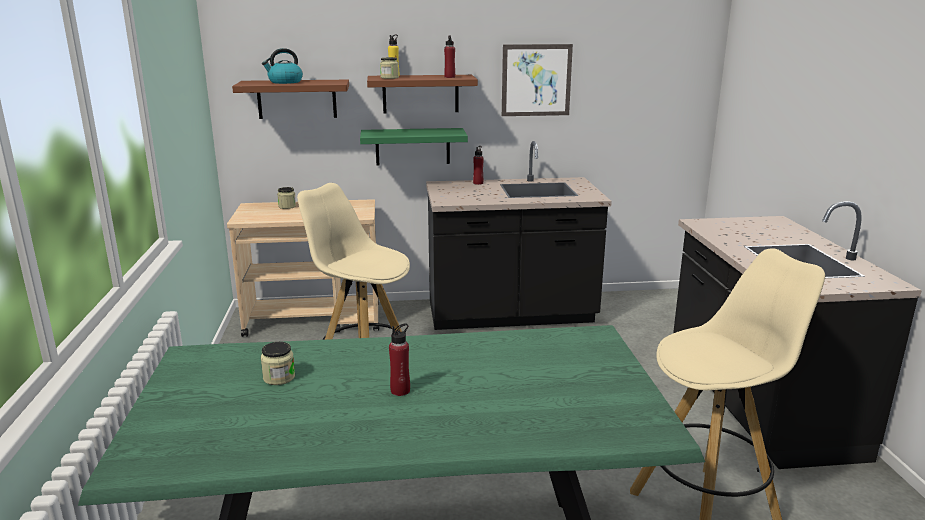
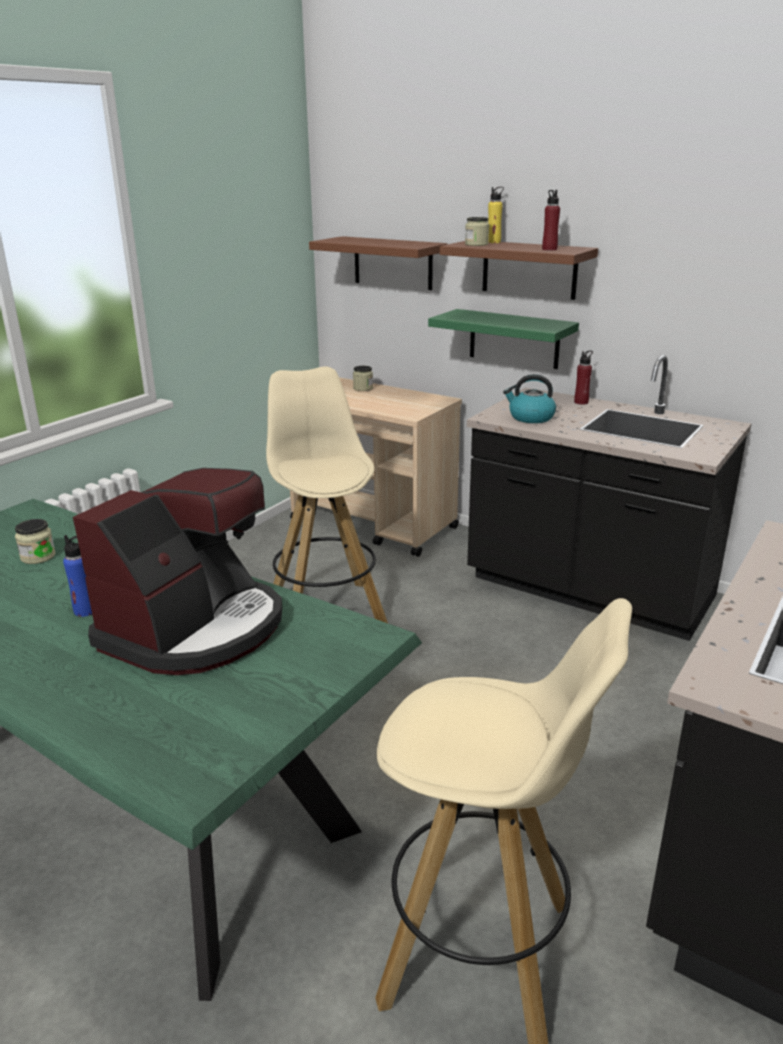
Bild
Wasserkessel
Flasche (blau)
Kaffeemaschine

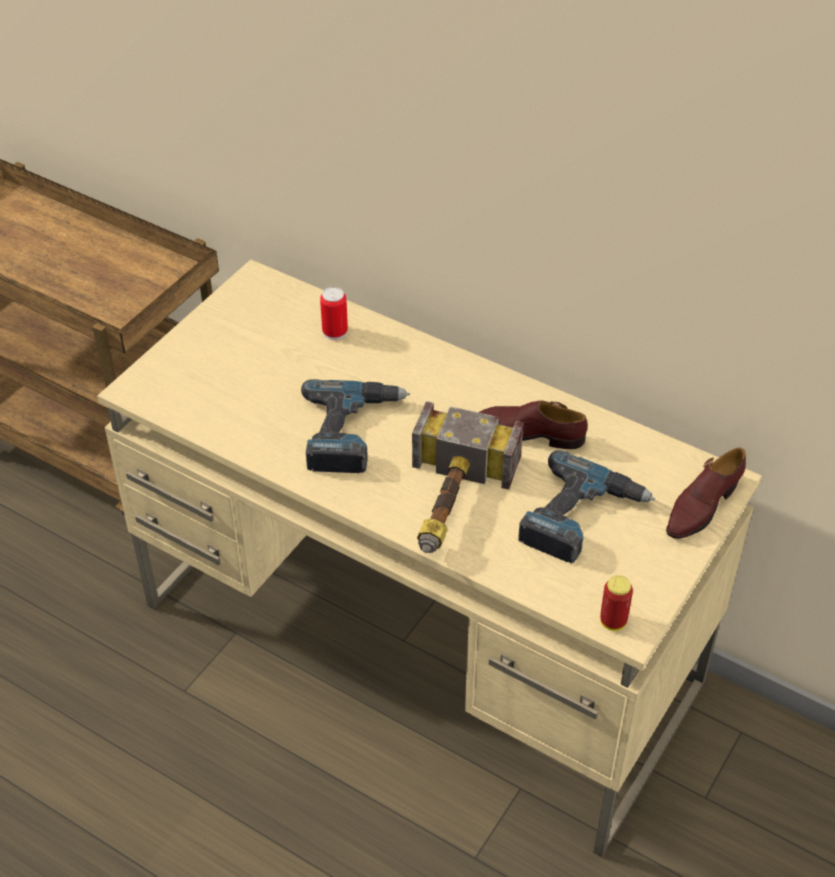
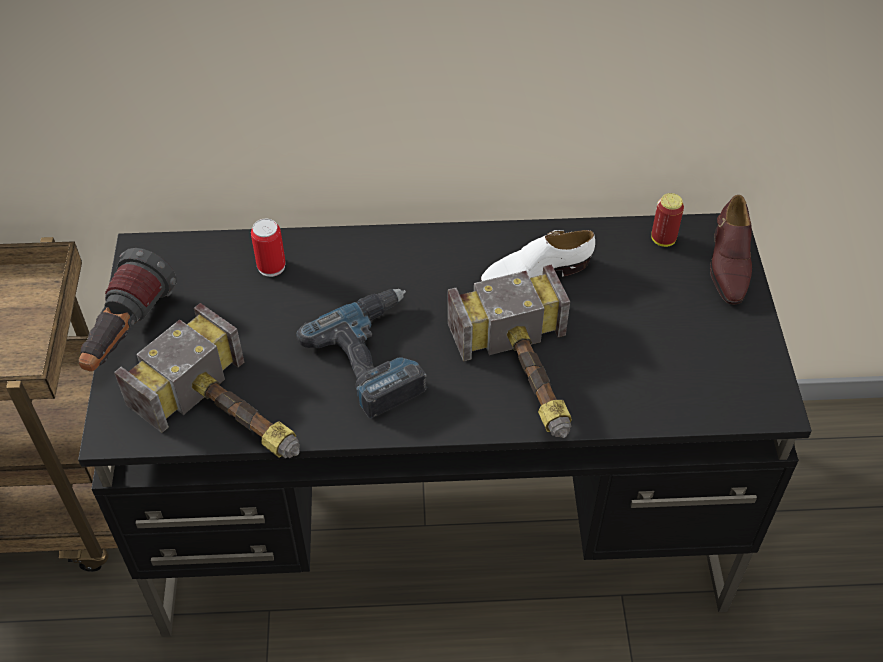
Schreibtisch (schwarz)
Schuh (weiß)
Bohrmaschine (2nd from left in the first image)
Dose (2nd from left)
Taschenlampe
Hammer (1st from left)

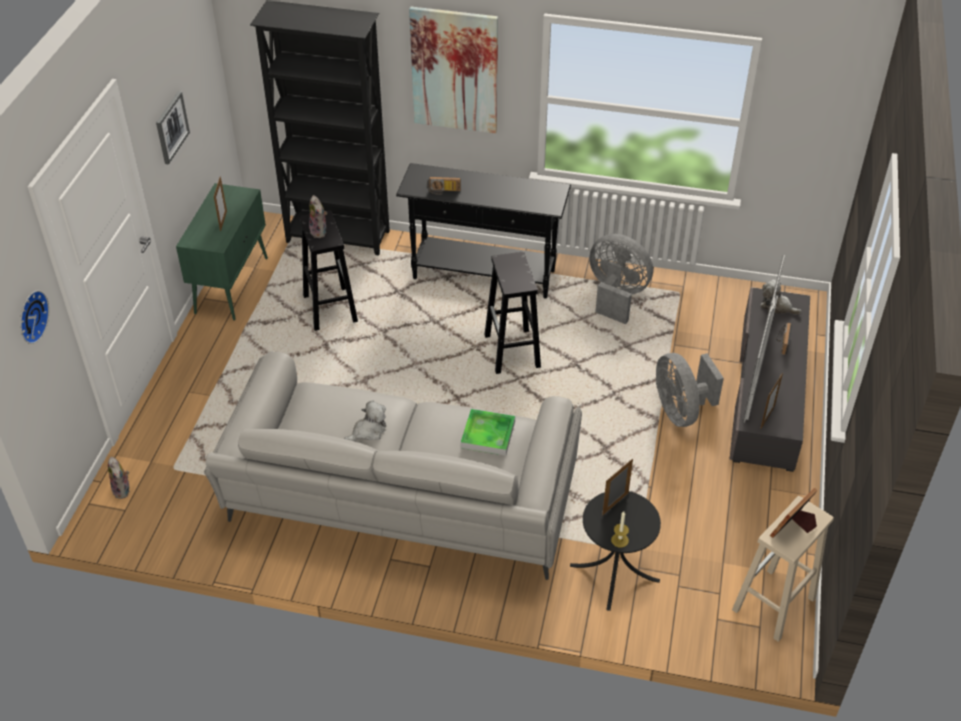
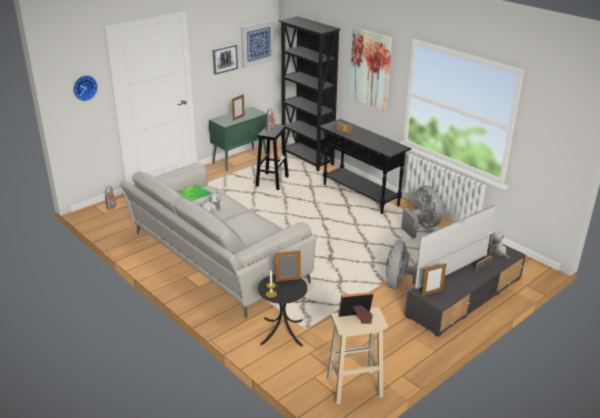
Hocker (schwarz) (2nd from left in the first image)
Tablett
Bild (2nd from left)

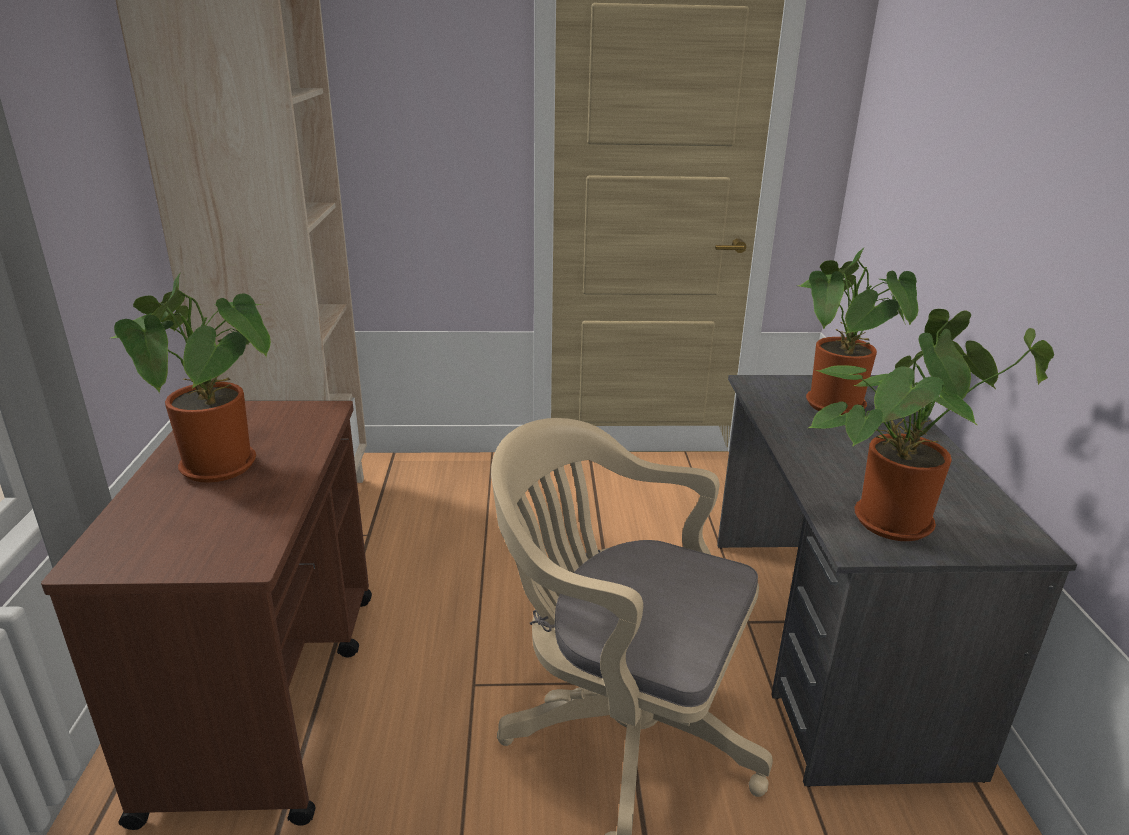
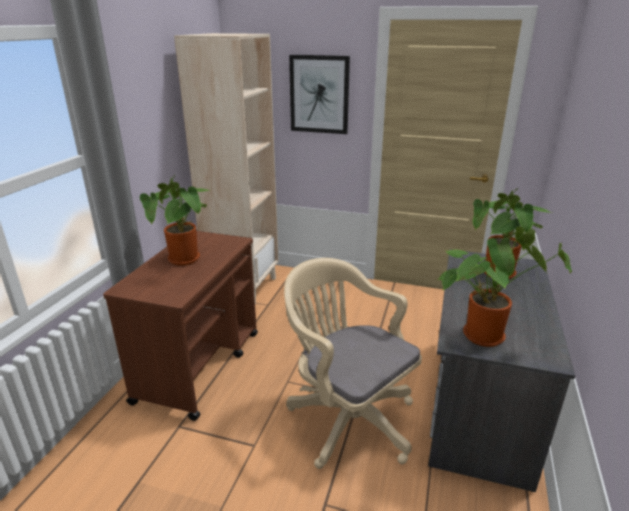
Bild

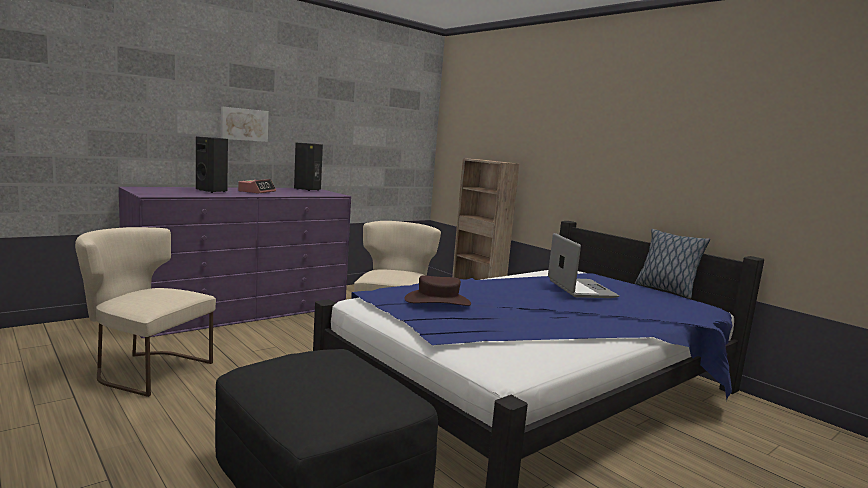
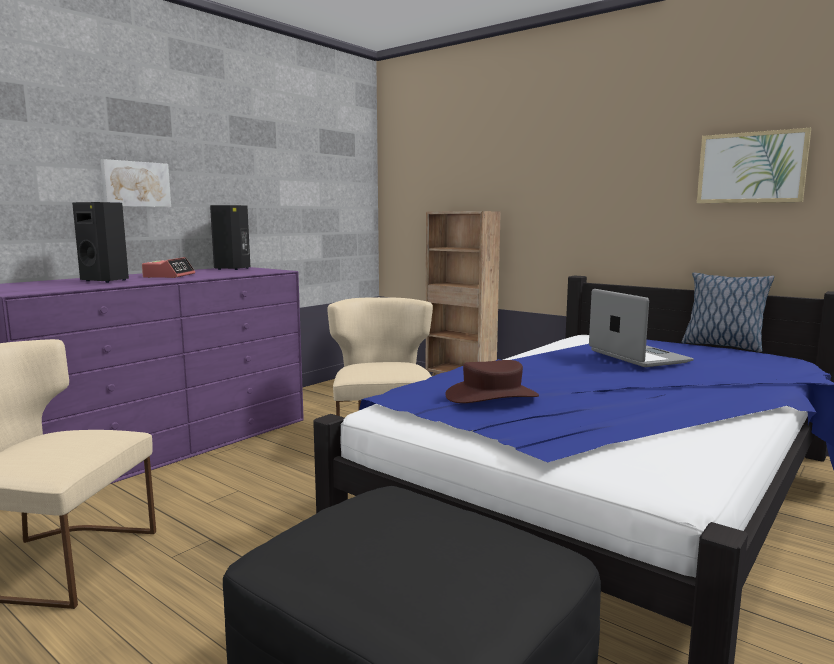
Bild (2nd from left)

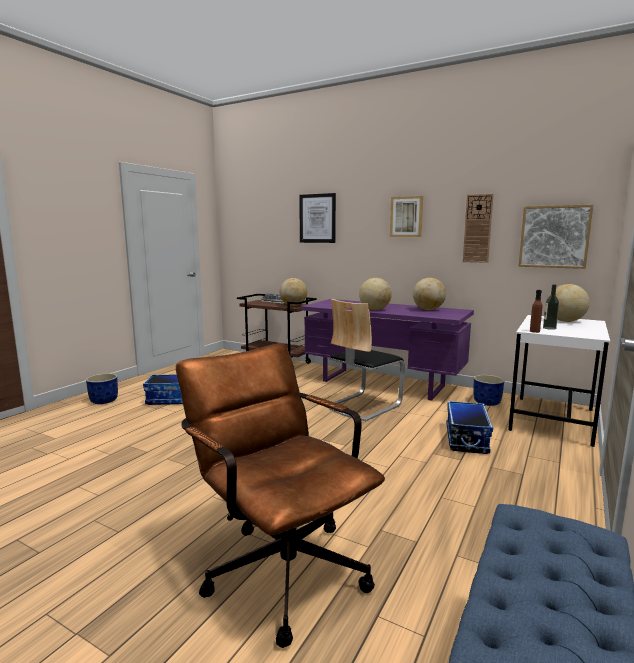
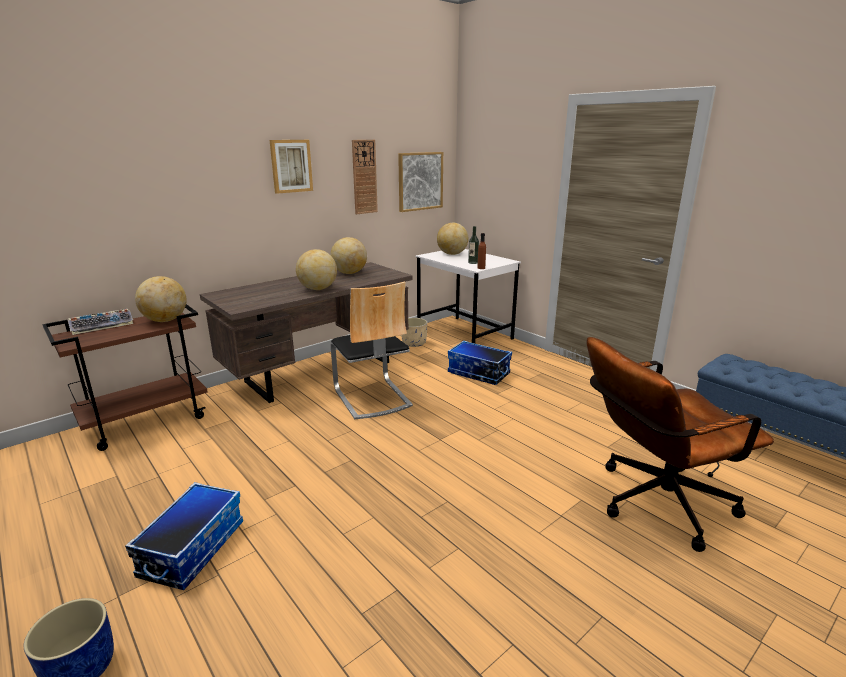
Bild (1st from left in the first image)
Schreibtisch (braun)
Pflanzkübel (beige)

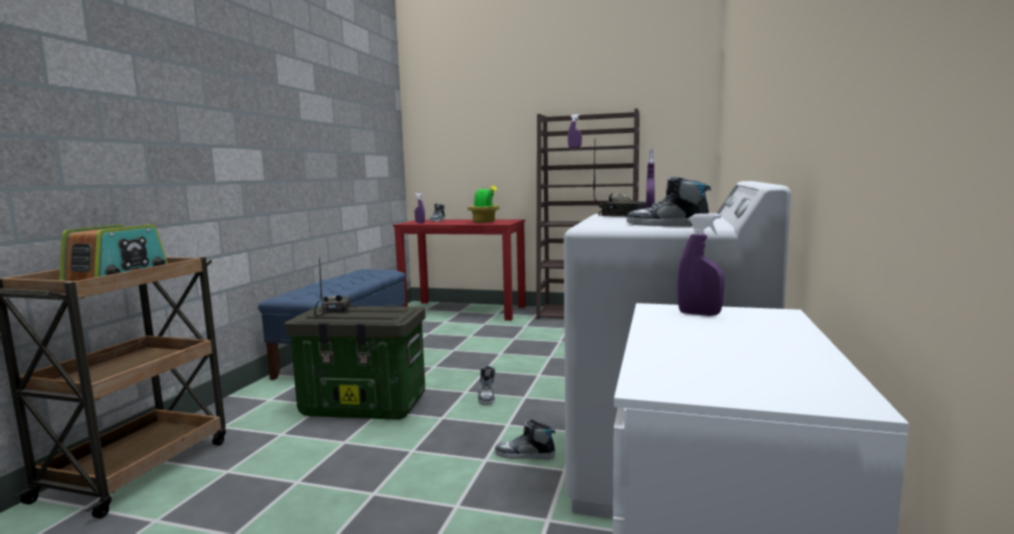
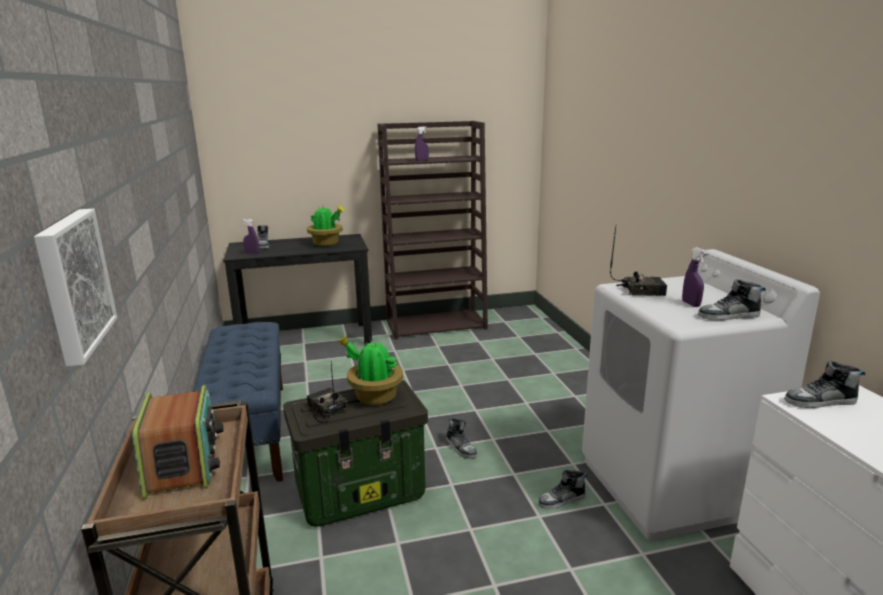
Schuh (5th from left)
Schreibtisch (schwarz)
Bild
Topfpflanze (2nd from left)

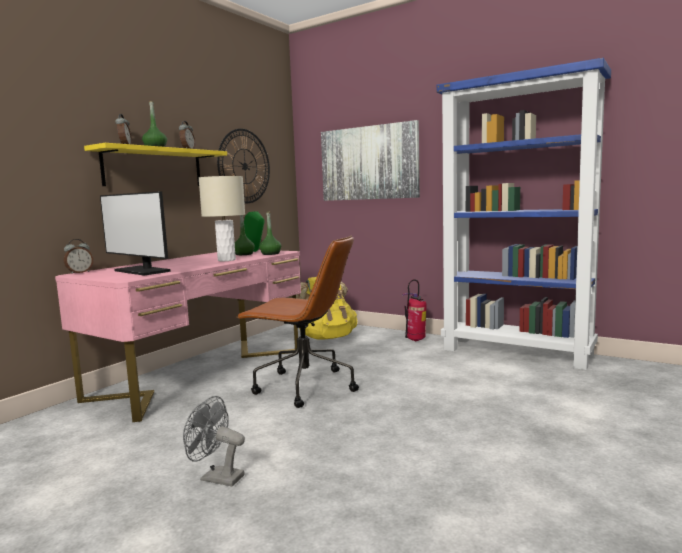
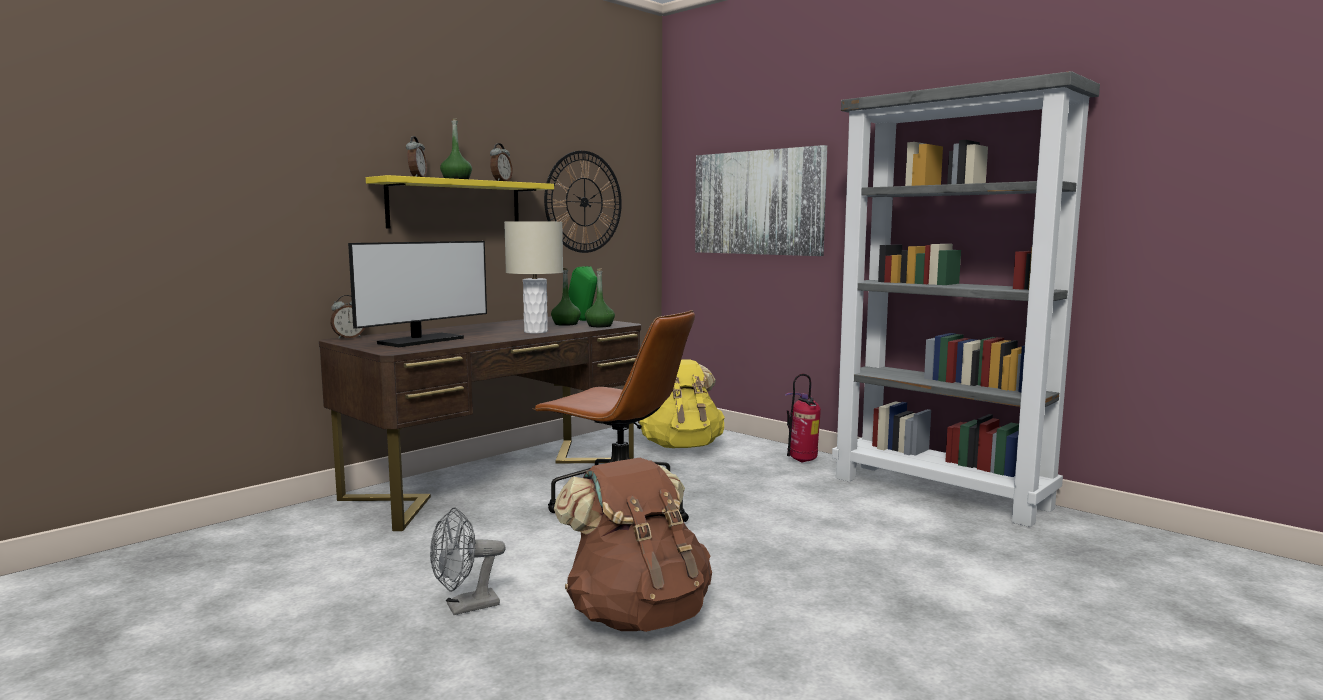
Bücherregal (grau)
Monitor
Schreibtisch (braun)
Ventilator (grau)
Rucksack (braun)

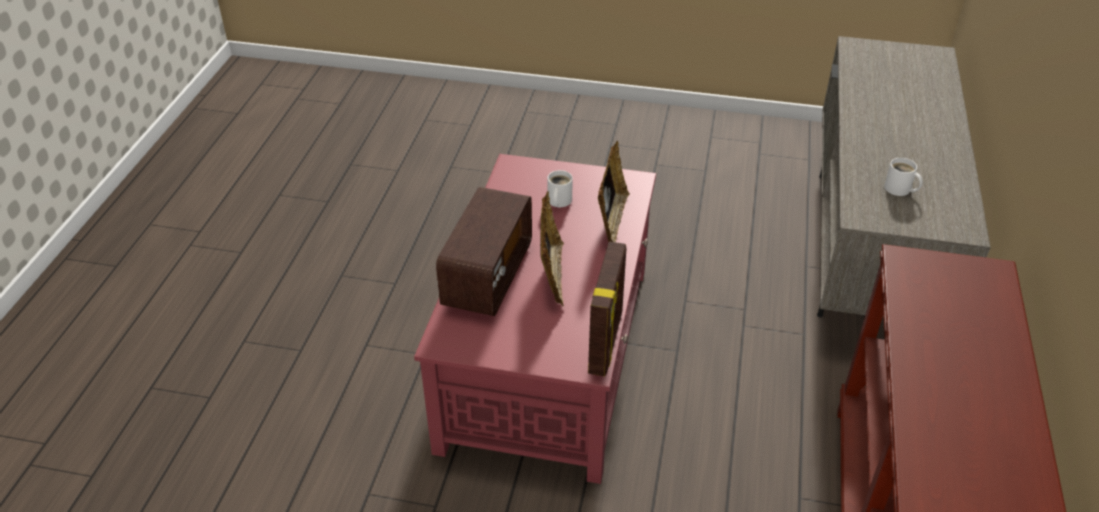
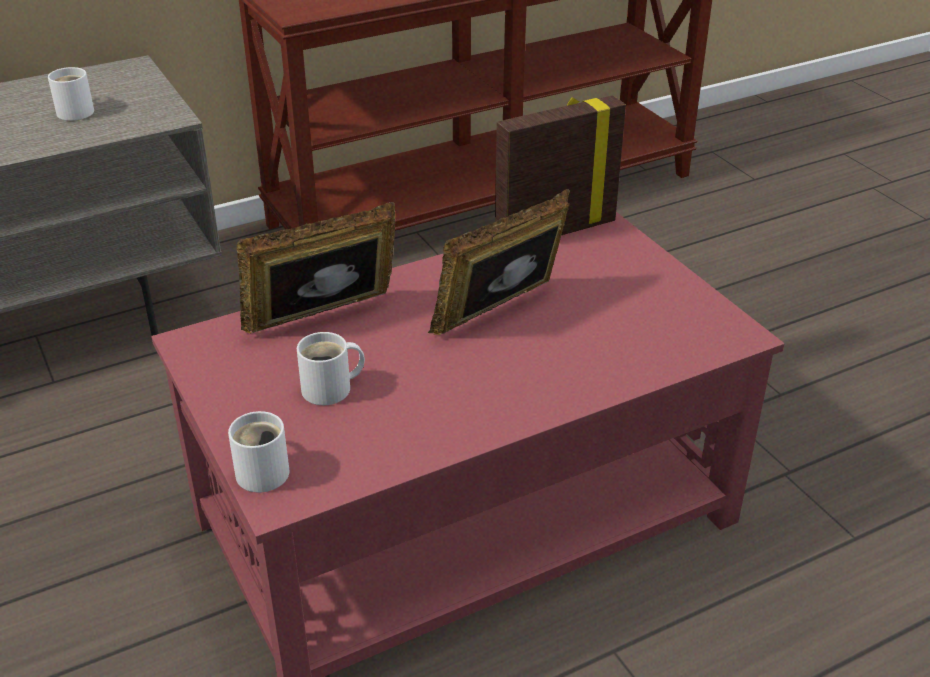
Radio
Henkelbecher (weiß) (2nd from left)

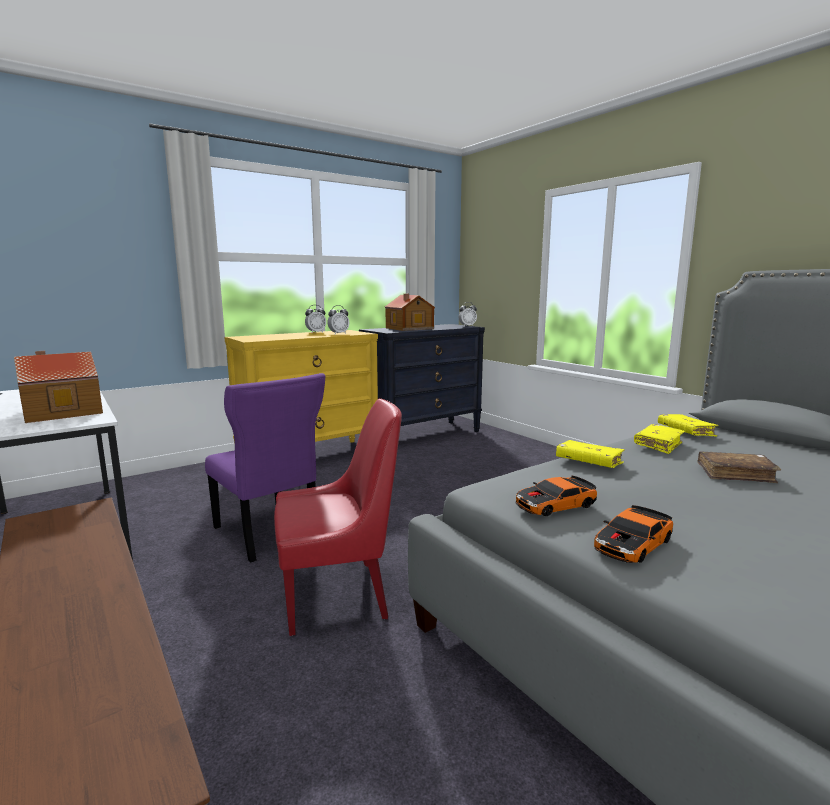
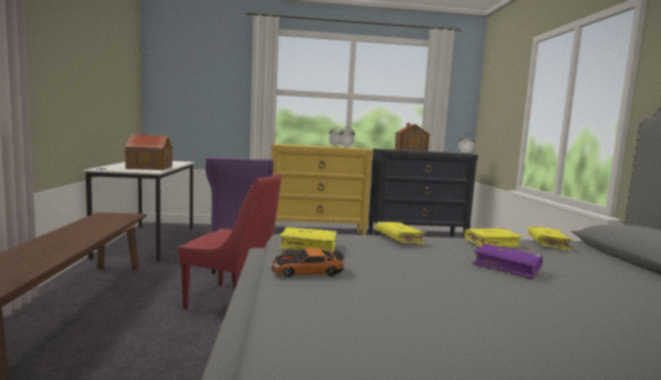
Buch (lila)
Buch (gelb) (1st from left)

